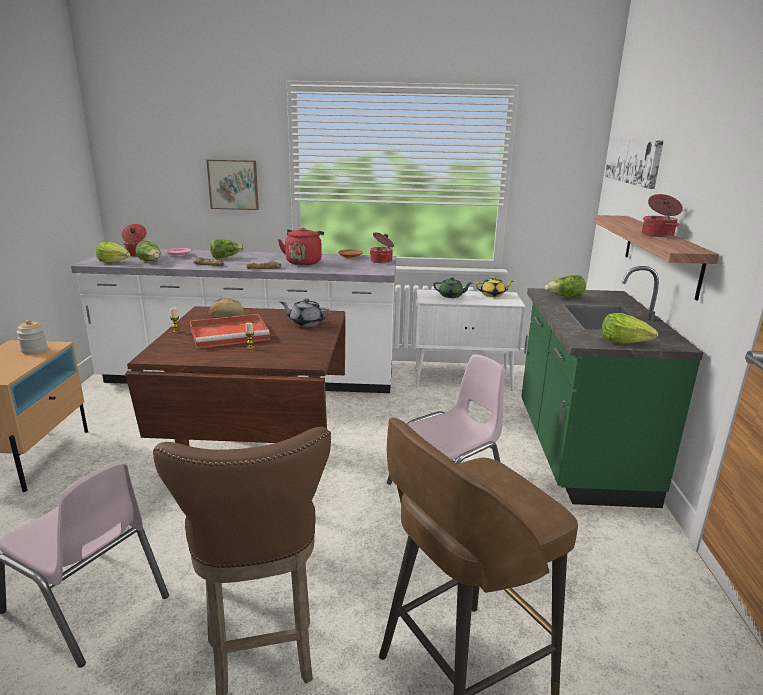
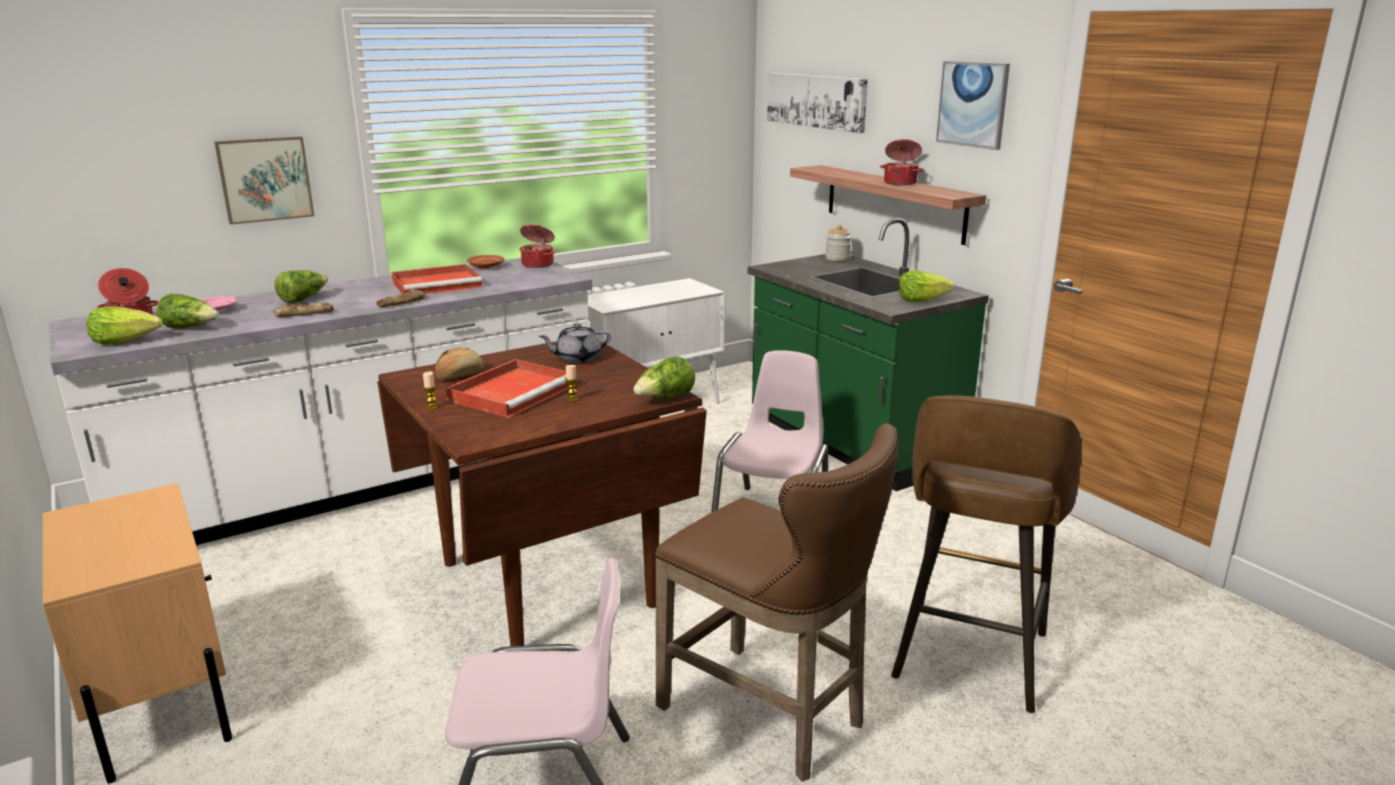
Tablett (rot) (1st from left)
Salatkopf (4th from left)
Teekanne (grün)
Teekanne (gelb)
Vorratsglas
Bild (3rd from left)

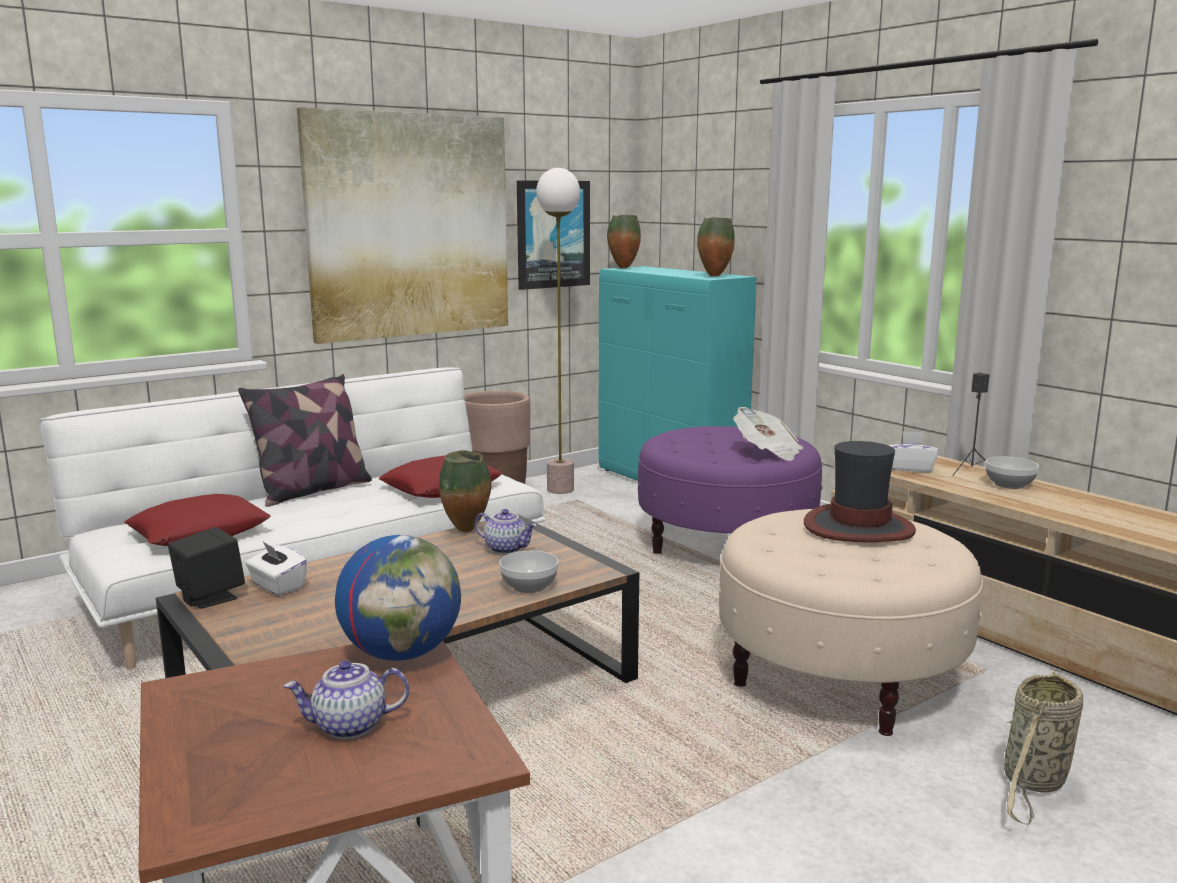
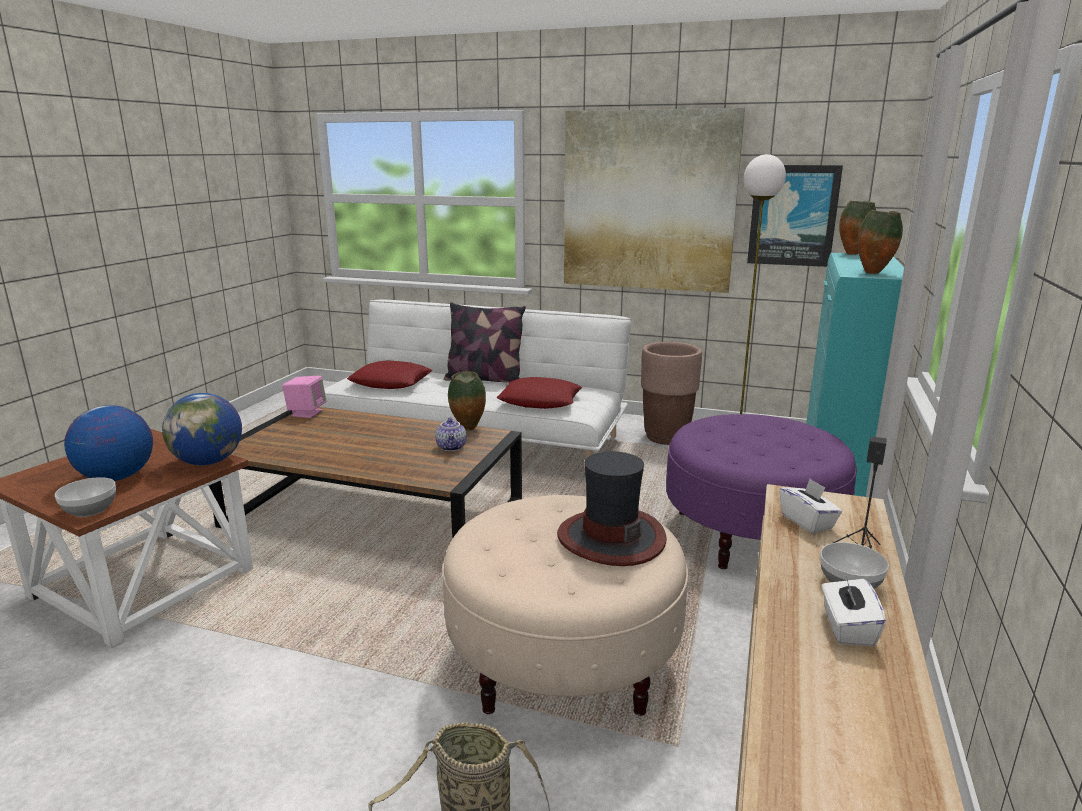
Zeitung
Lautsprecher (rosa)
Taschentuchbox (weiß) (2nd from left)
Schüssel (1st from left)
Globus (1st from left)

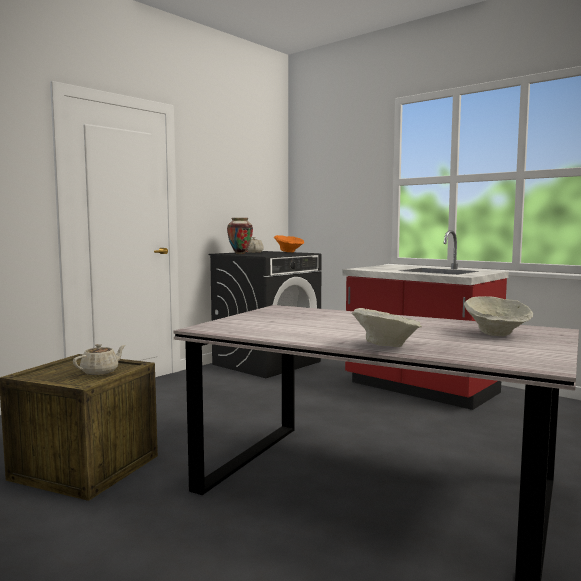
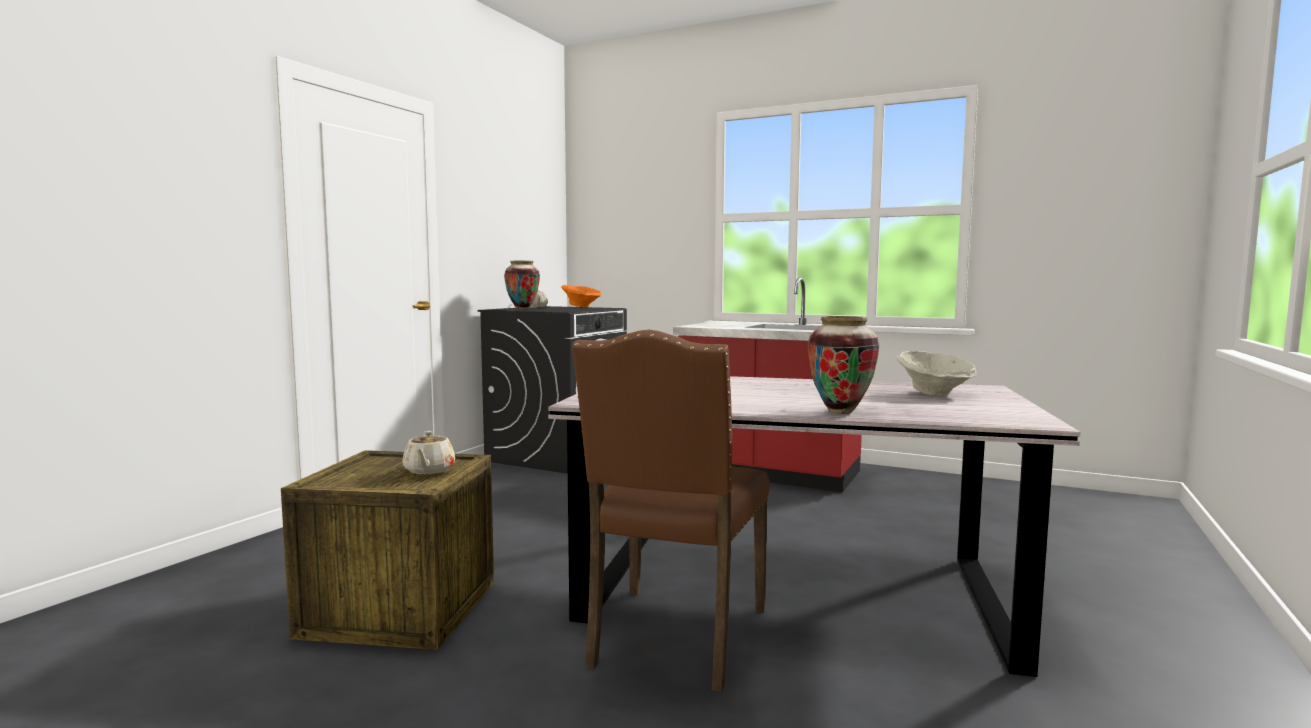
Vase (2nd from left)
Teekanne (beige) (1st from left)
Stuhl (braun)

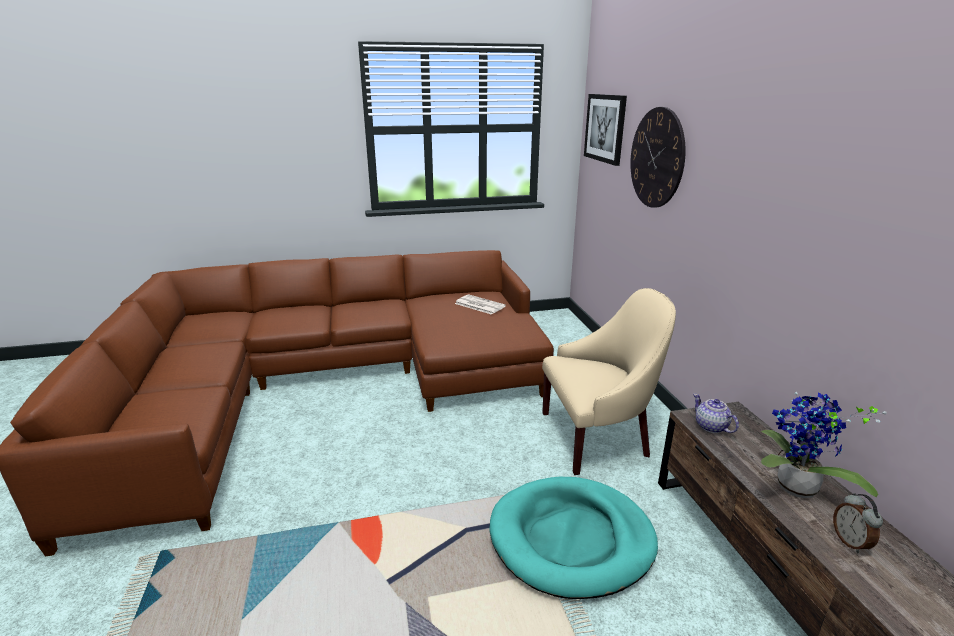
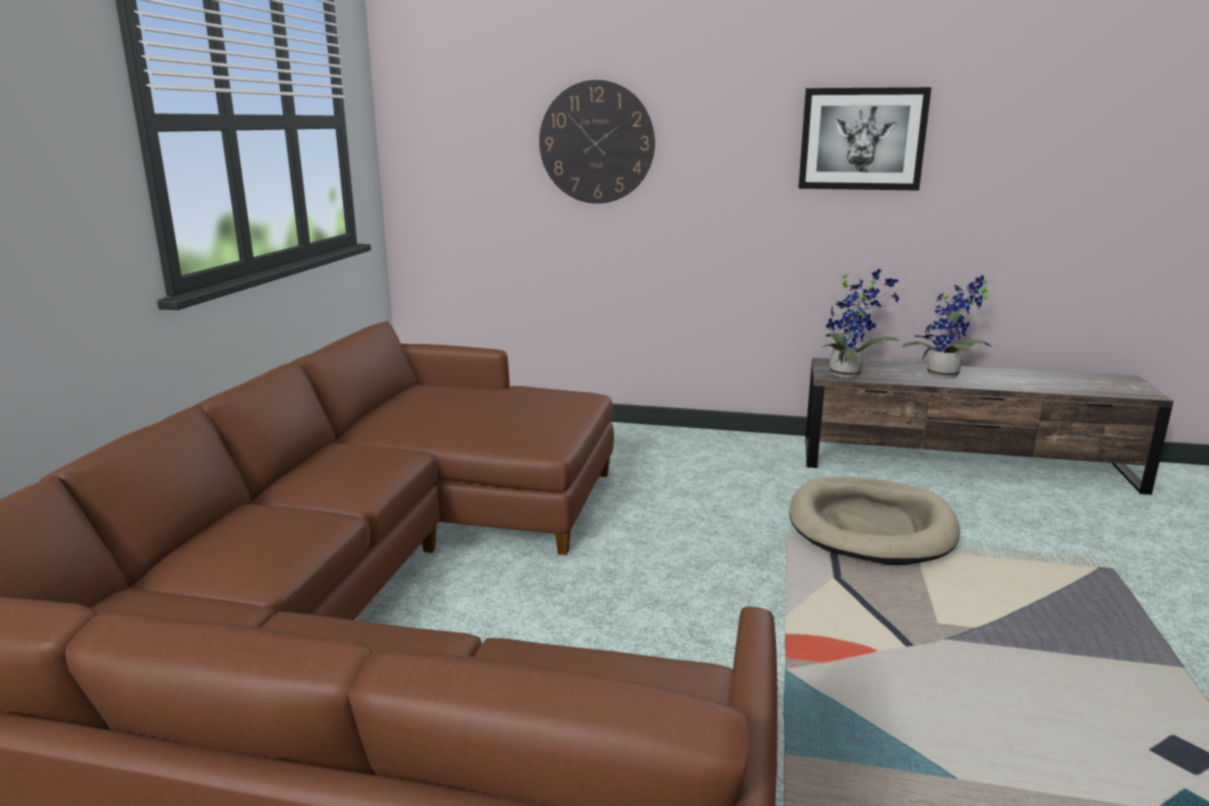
Bild
Sessel (beige)
Zeitung
Topfpflanze (1st from left)
Hundebett (beige)
Wecker

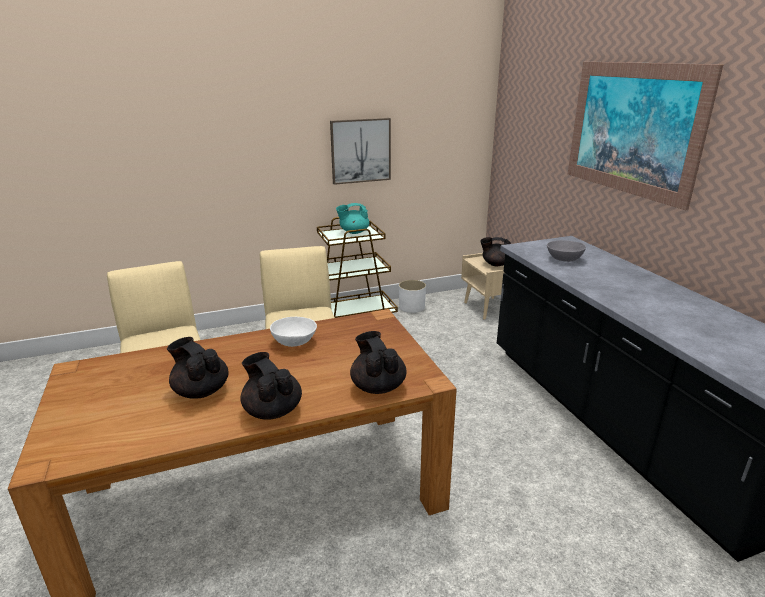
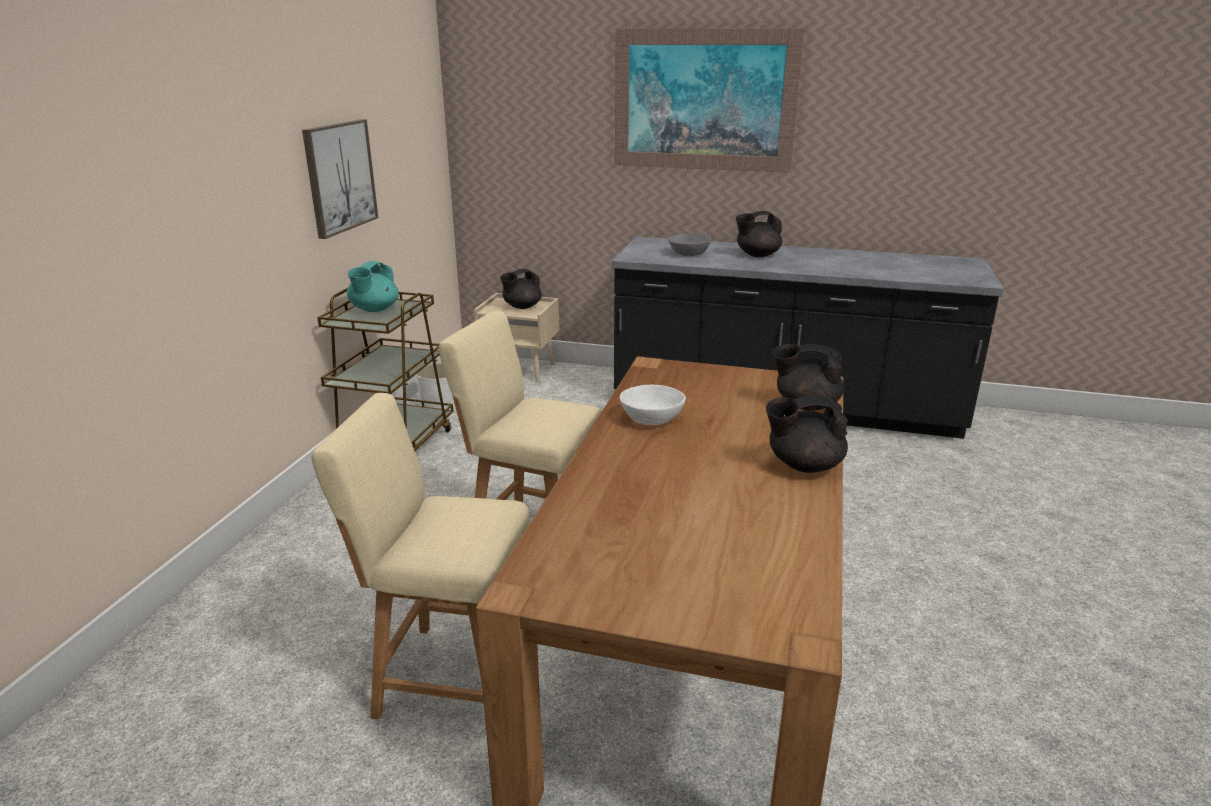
Teekanne (schwarz) (2nd from left)

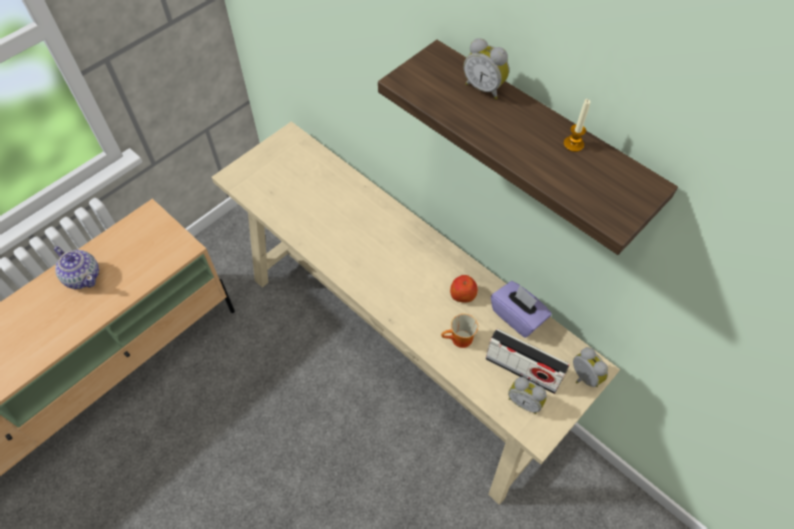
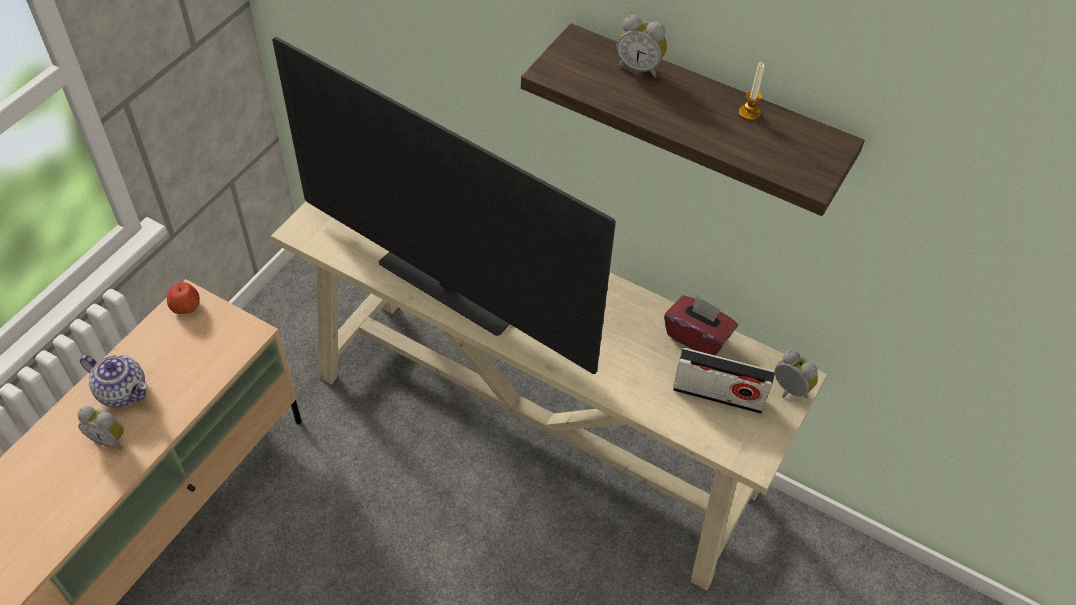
Apfel
Taschentuchbox (rot)
Henkelbecher
Wecker (1st from left)
Fernseher

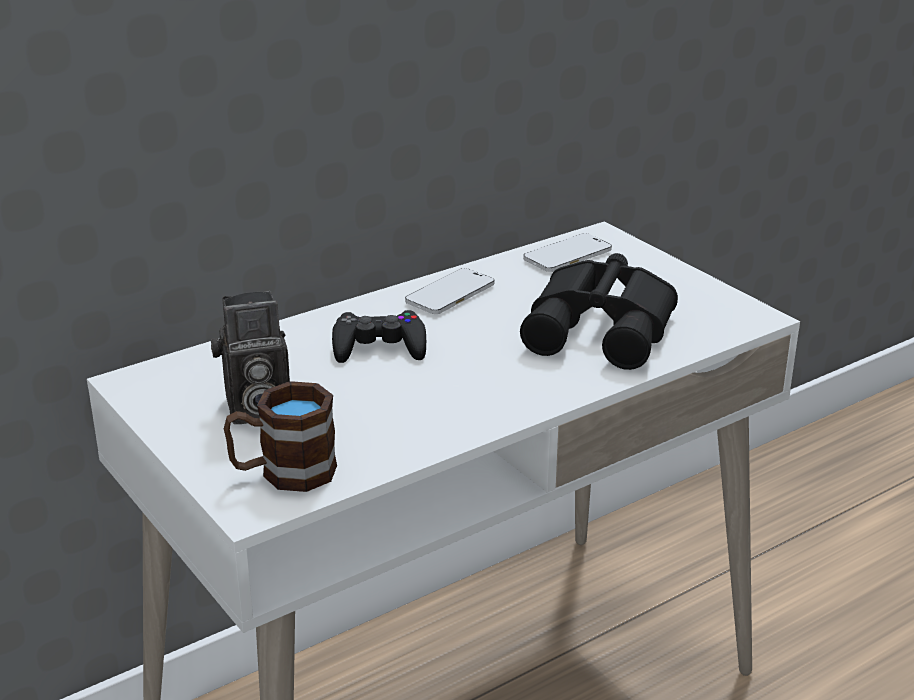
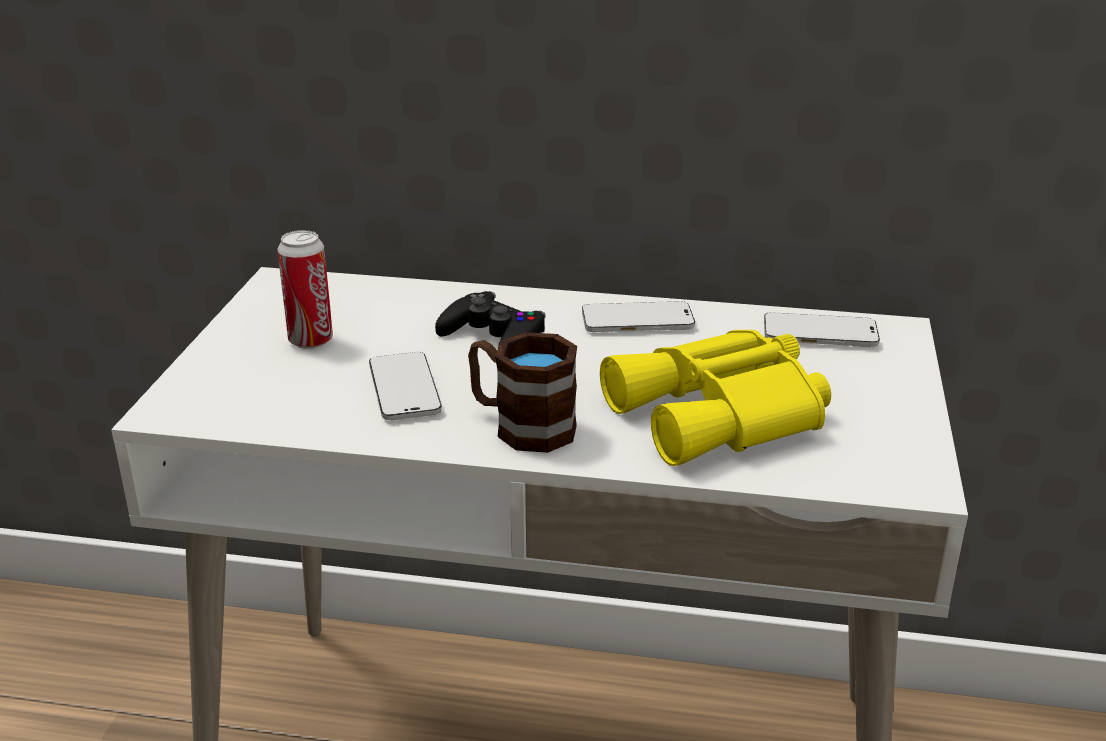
Fernglas (gelb)
Dose
Henkelbecher (braun)
Handy (1st from left)

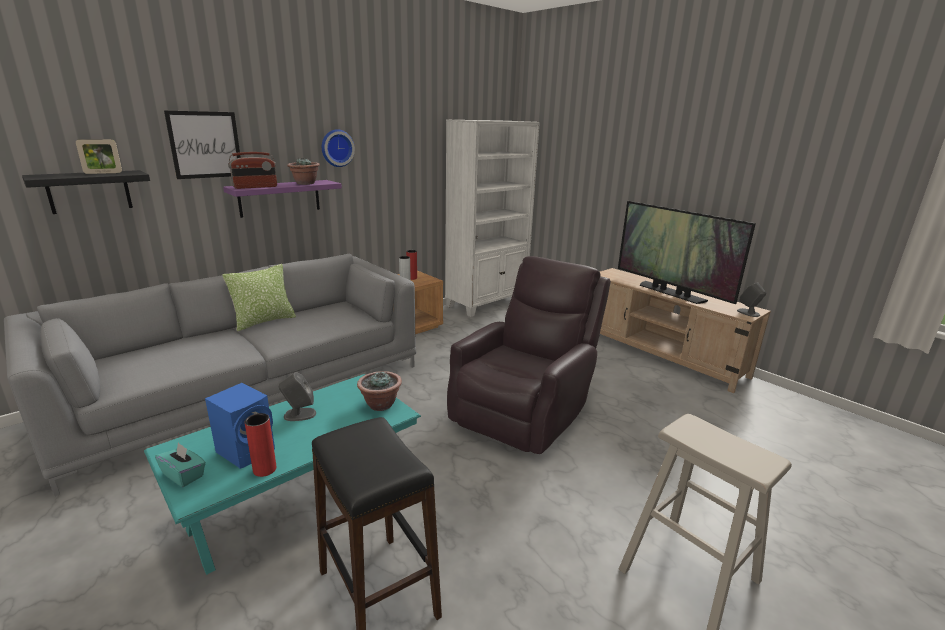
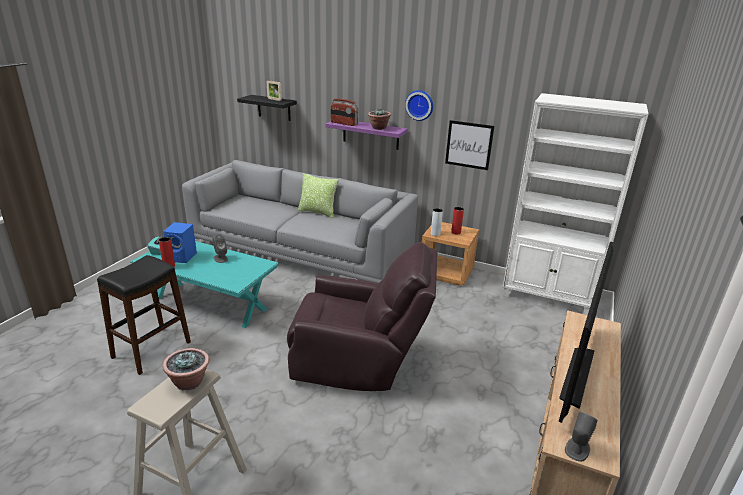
Bild
Topfpflanze (1st from left)

